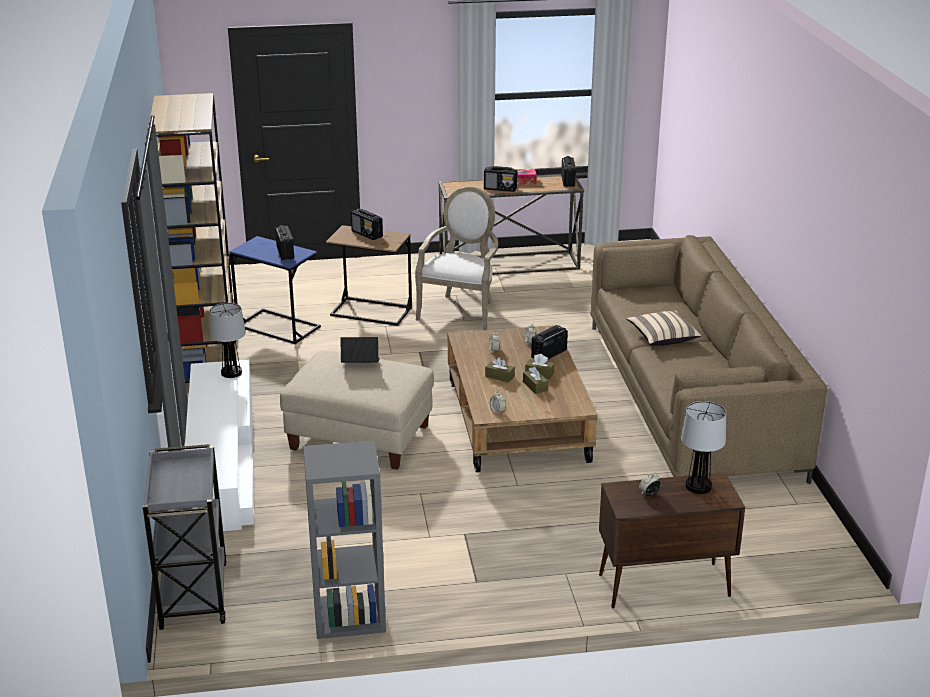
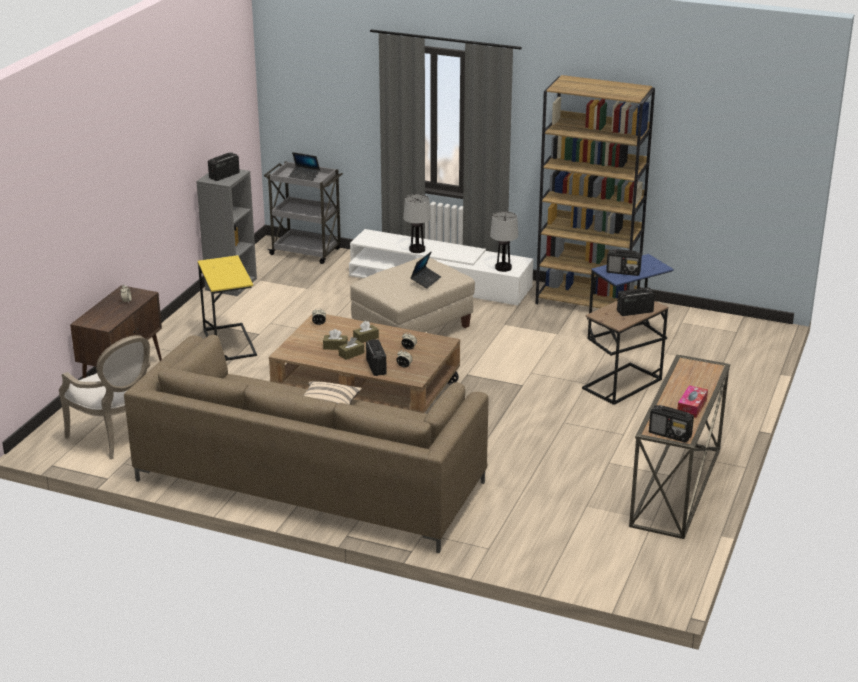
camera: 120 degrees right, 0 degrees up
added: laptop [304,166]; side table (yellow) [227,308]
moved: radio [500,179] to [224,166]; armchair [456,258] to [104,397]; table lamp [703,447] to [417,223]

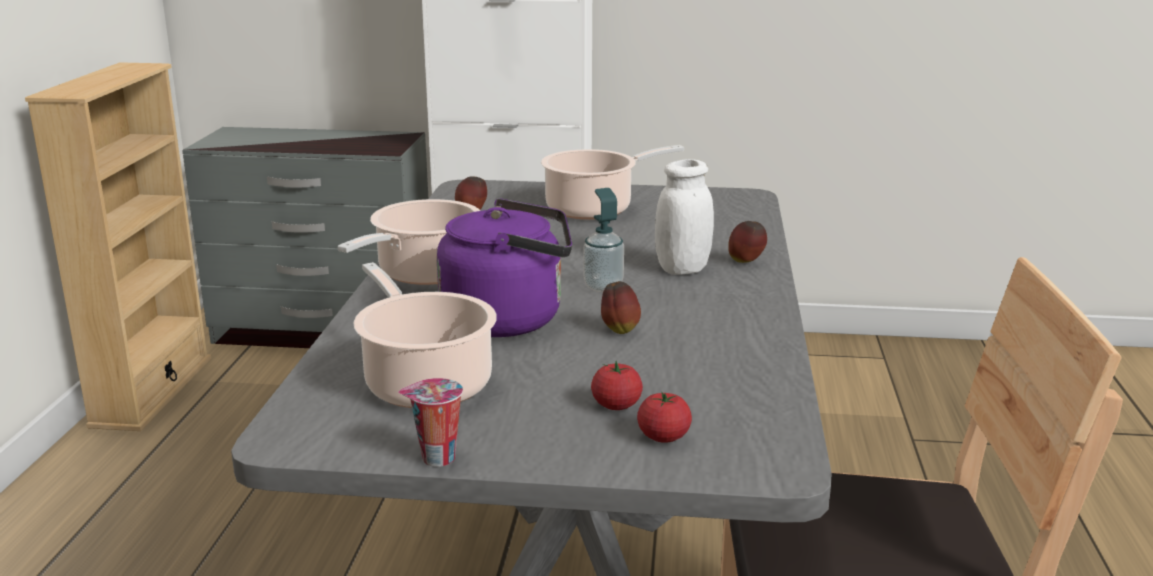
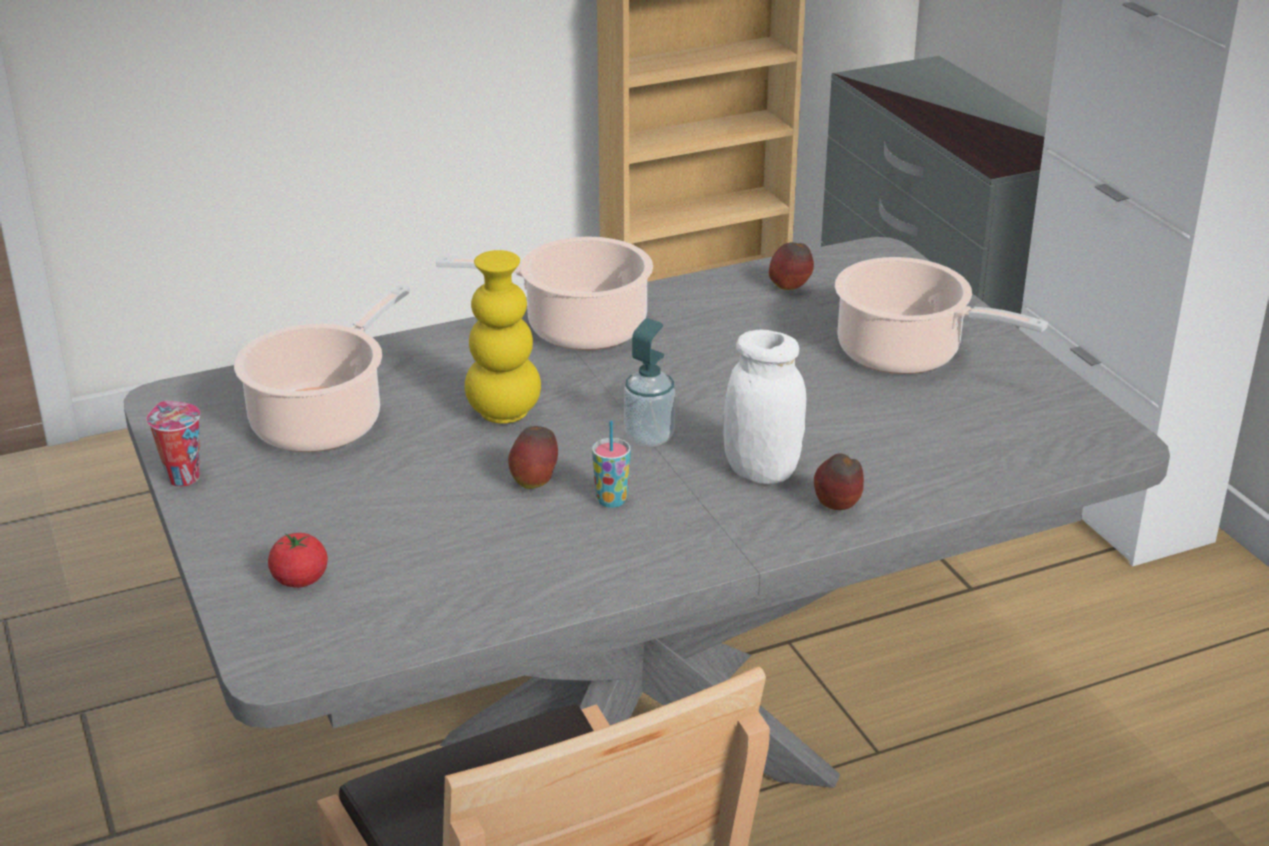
camera: 60 degrees right, 10 degrees up
removed: tomato [617,385]
added: cup [611,464]
replaced: kettle (purple) [504,267] to vase (yellow) [503,337]

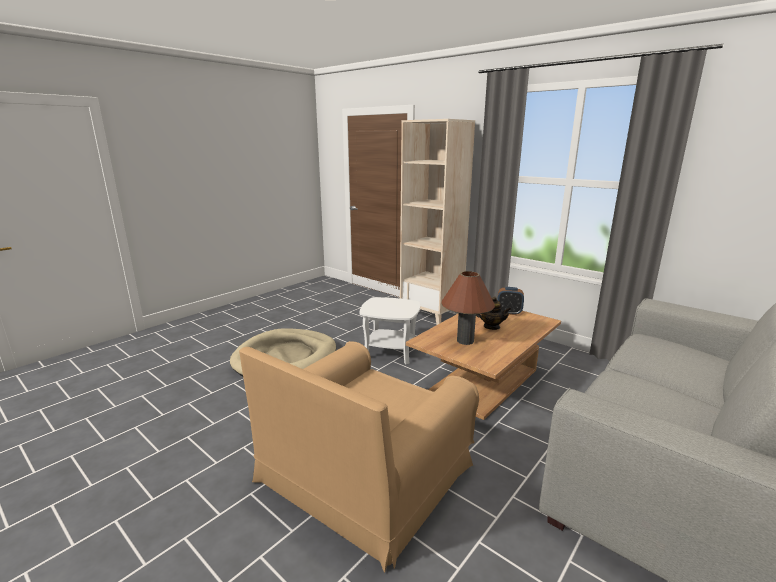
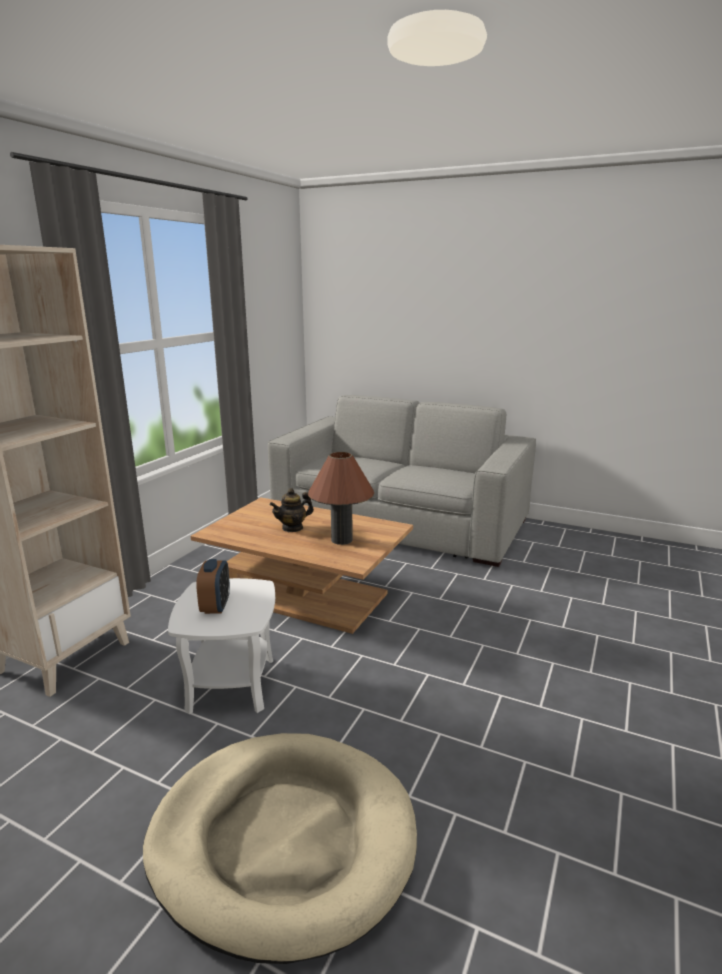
camera: 105 degrees left, 0 degrees up
removed: armchair (brown) [359,457]
moved: alarm clock [510,301] to [213,586]
turned: teapot [493,313] = [292,510] 135 degrees counterclockwise

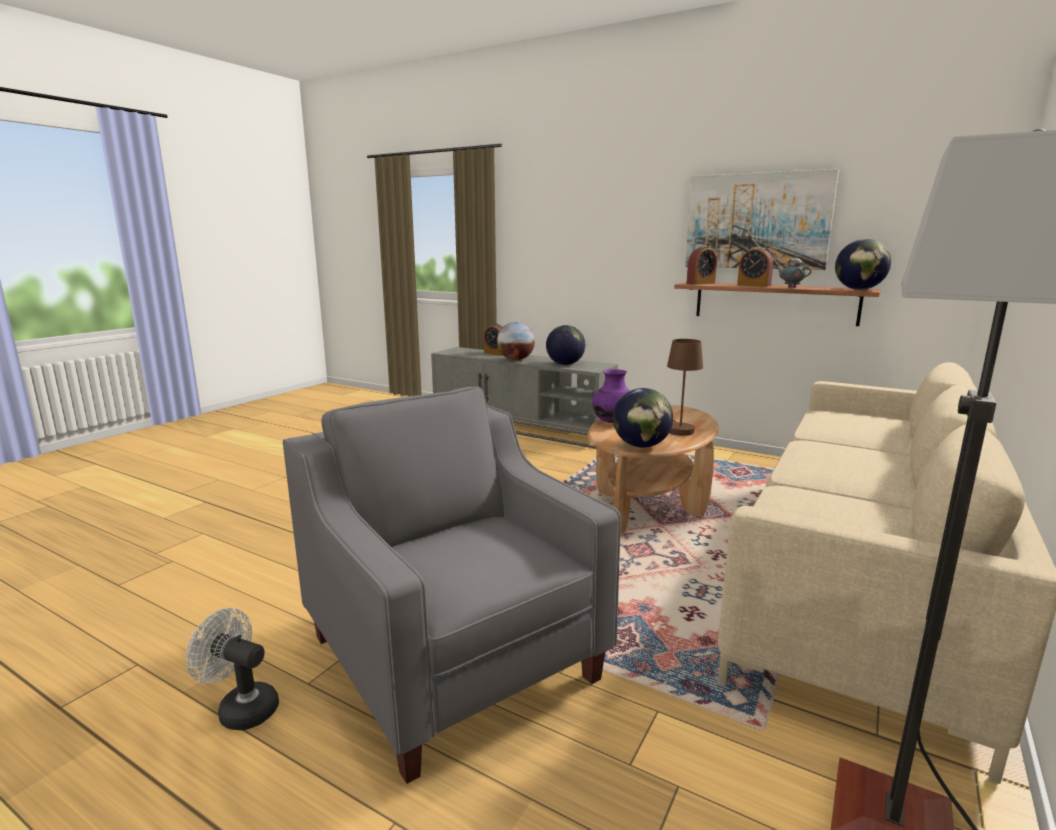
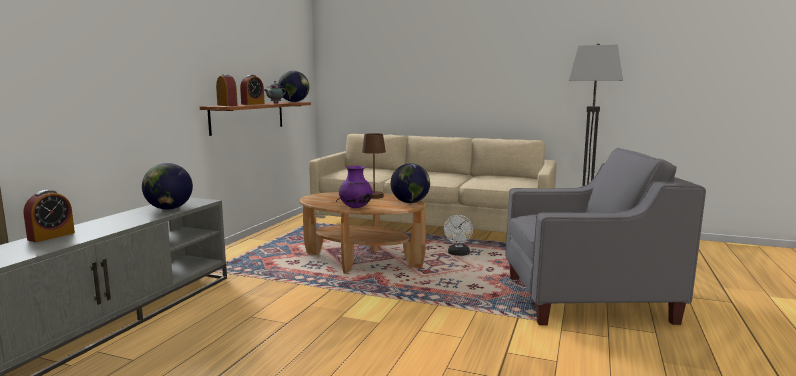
camera: 100 degrees left, 5 degrees down
removed: picture [762,219]; globe [516,341]
moved: fan (white) [232,669] to [458,235]
turned: armchair (grey) [452,585] = [605,236] 135 degrees counterclockwise

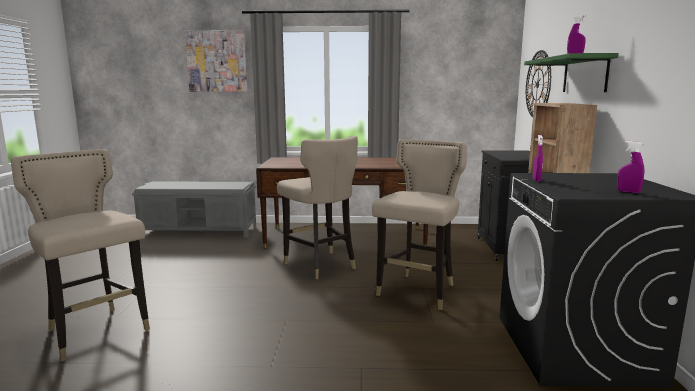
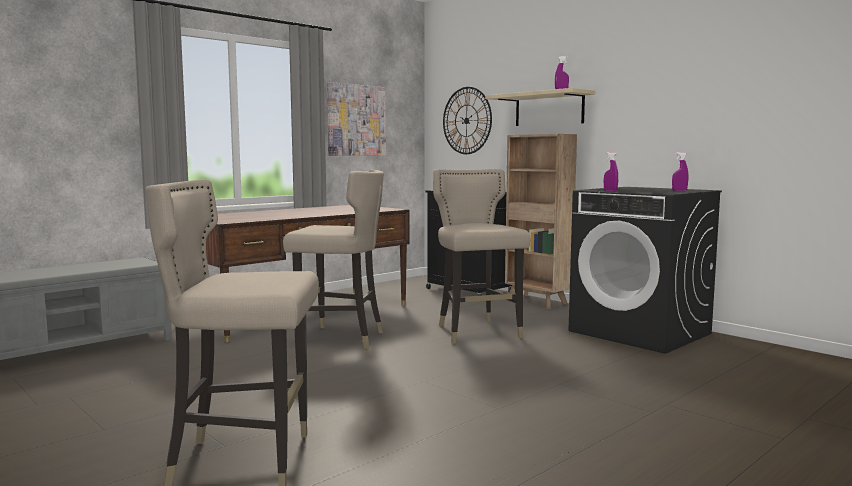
camera: 45 degrees left, 5 degrees down
moved: picture [216,61] to [356,118]
recoloured: shelf (green) [571,72] to shelf (beige) [540,107]

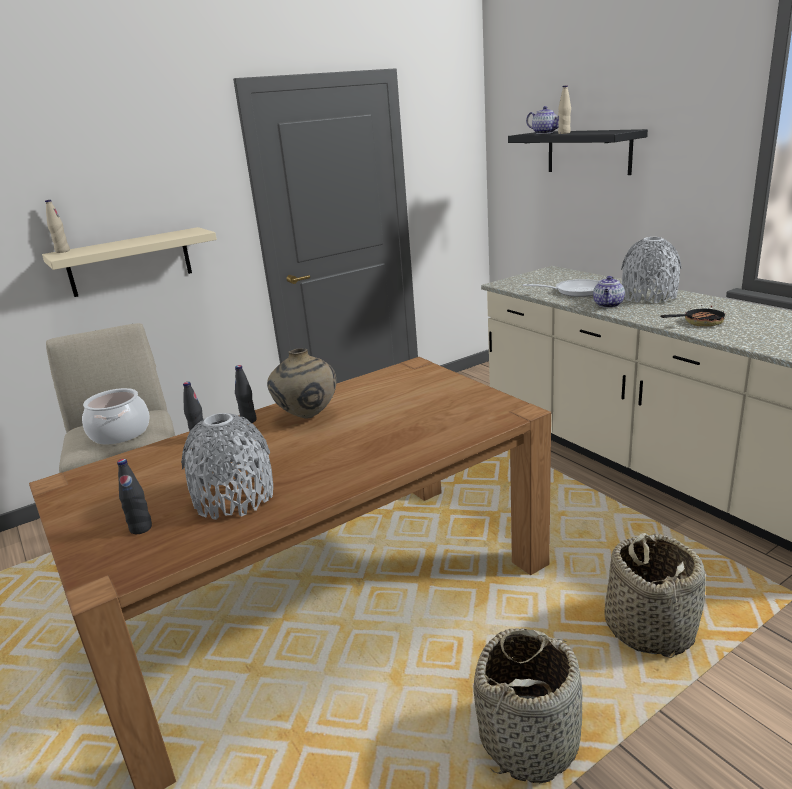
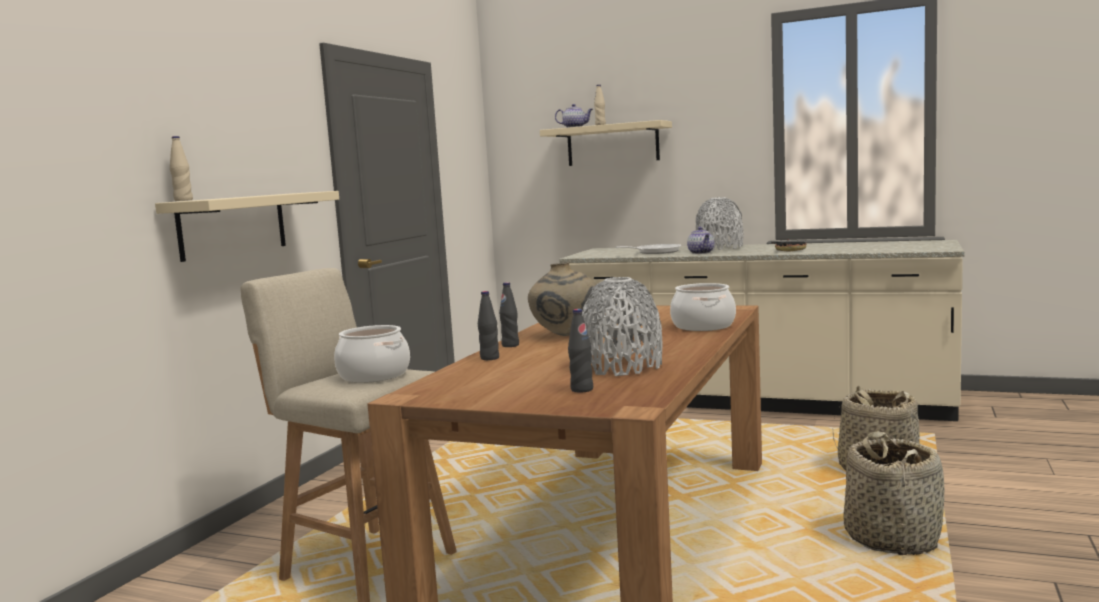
camera: 35 degrees left, 15 degrees down
added: cooking pot [703,307]
recoloured: shelf (black) [578,152] to shelf (beige) [606,143]

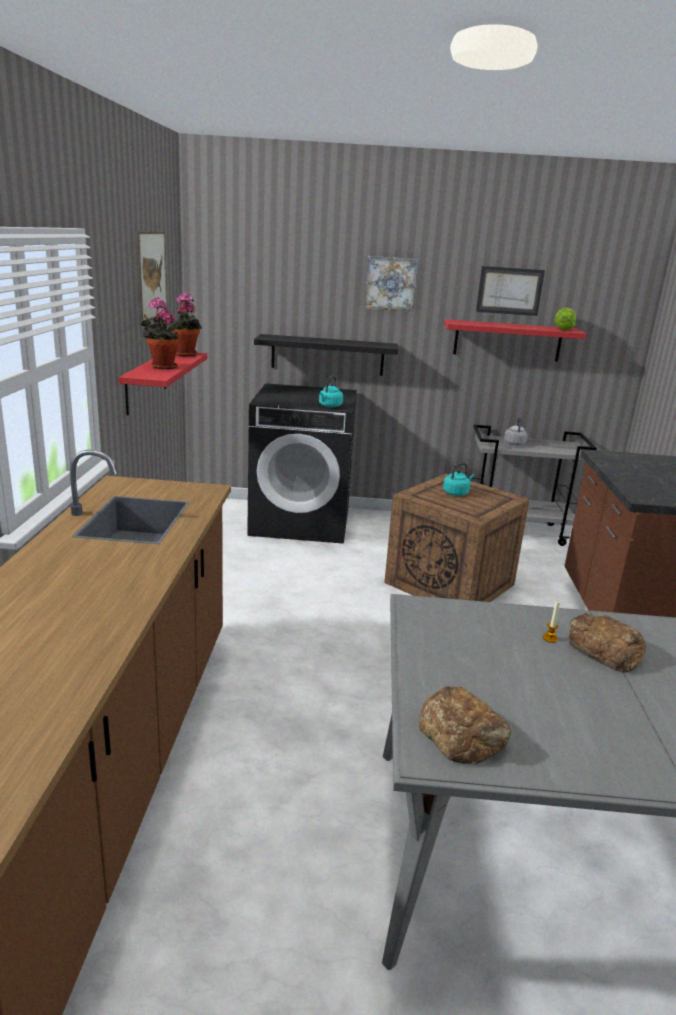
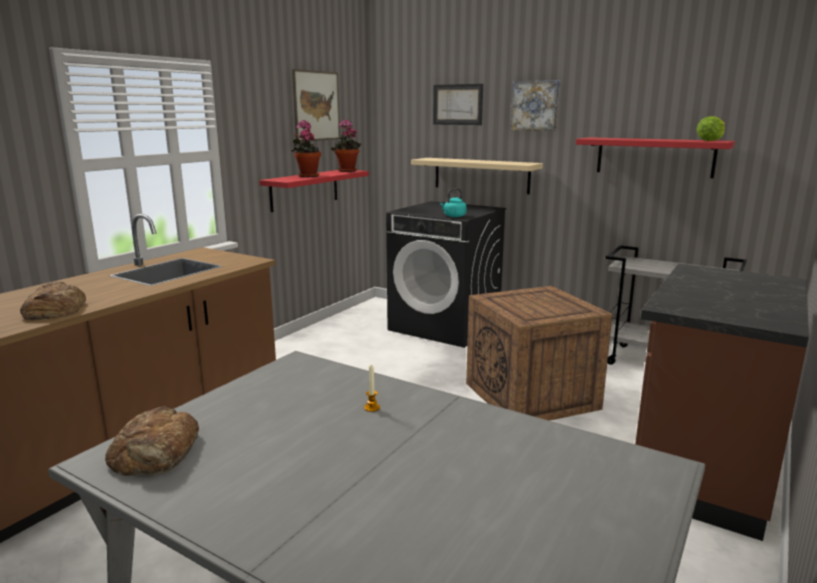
camera: 30 degrees right, 5 degrees down
removed: kettle (grey) [516,431]; kettle (turquoise) [459,479]
moved: picture [510,291] to [458,104]; bread [607,643] to [53,301]
recoloured: shelf (black) [326,355] to shelf (beige) [477,176]

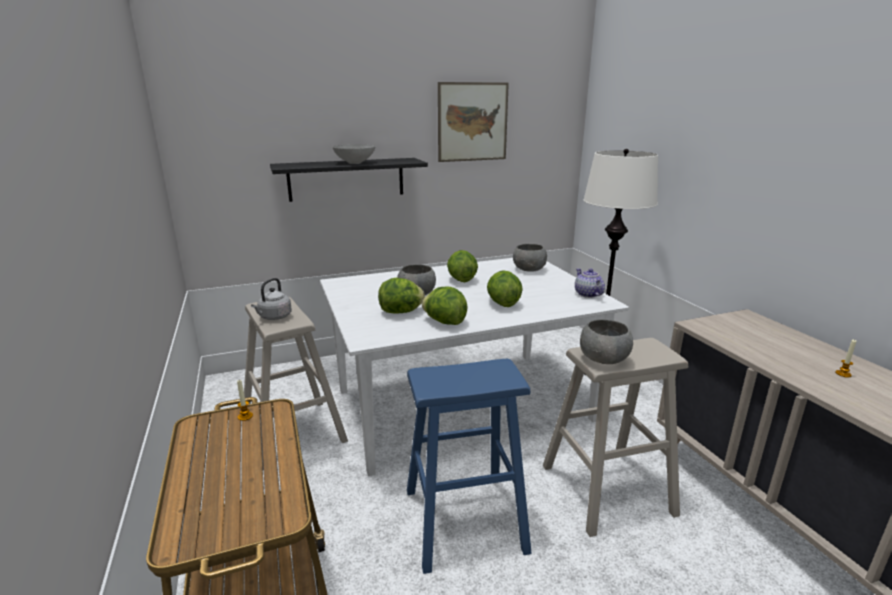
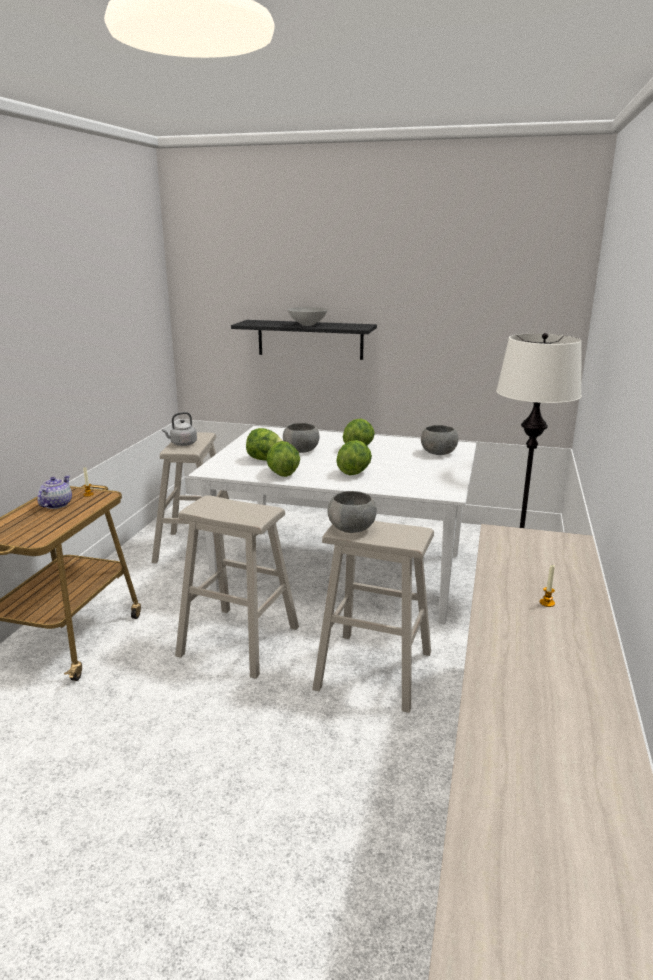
camera: 35 degrees right, 0 degrees up
removed: picture [473,122]
moved: teapot [590,283] to [54,492]
recoloured: stool (blue) [469,466] to stool (beige) [237,587]

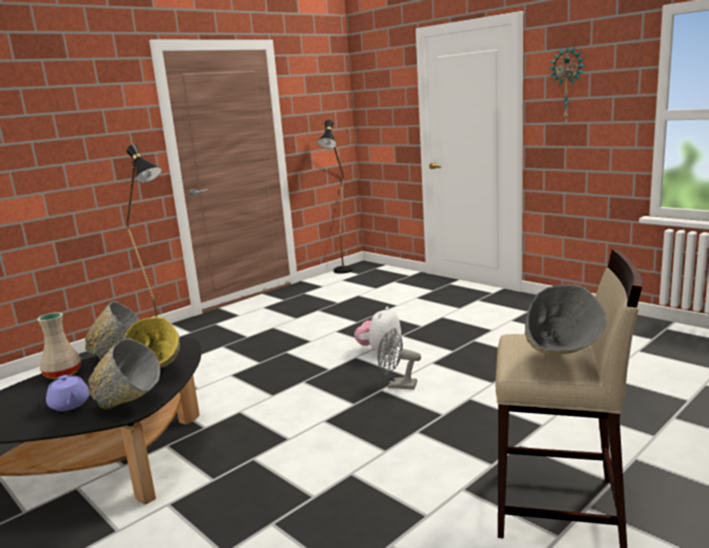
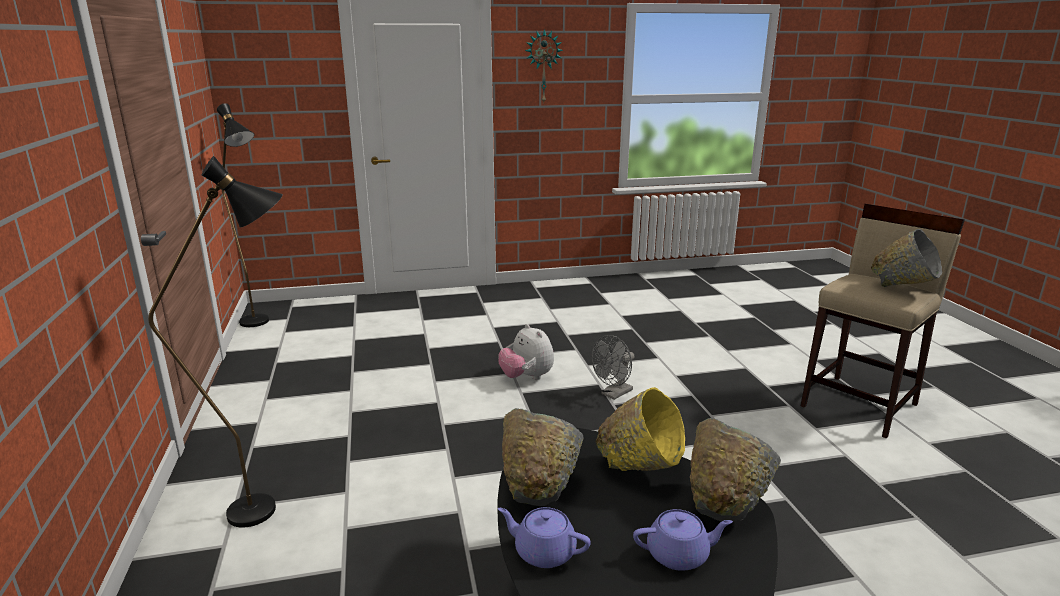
camera: 60 degrees left, 5 degrees up
replaced: vase (beige) [59,345] to teapot (purple) [544,537]

